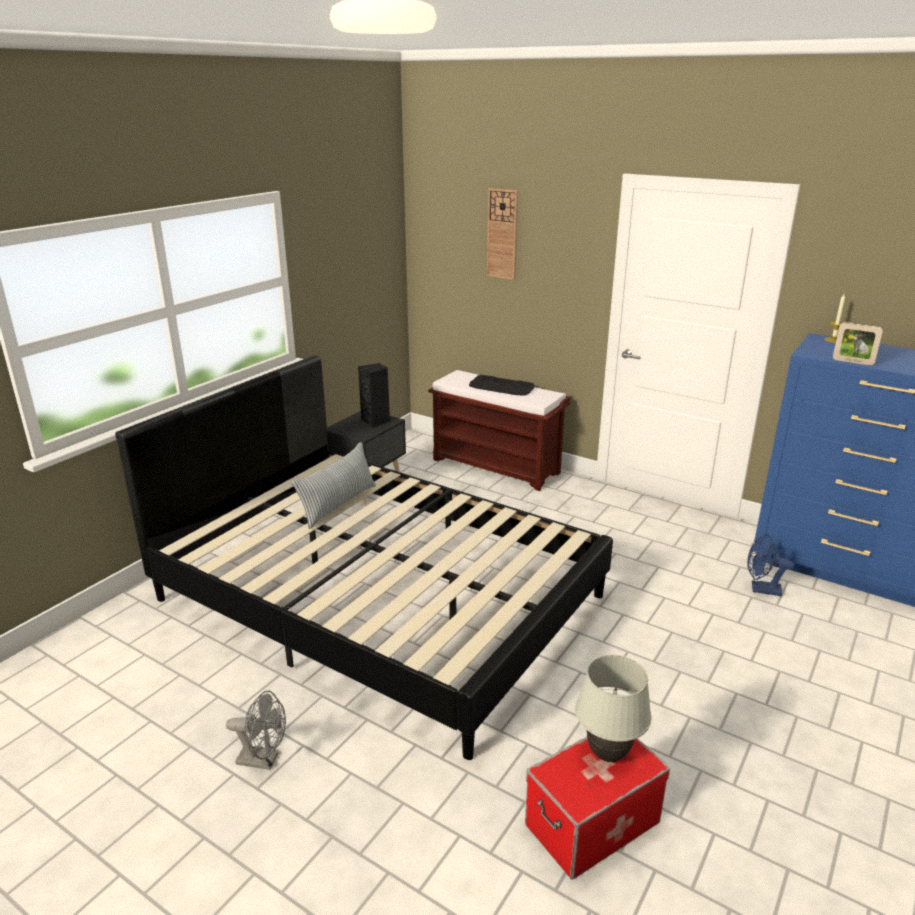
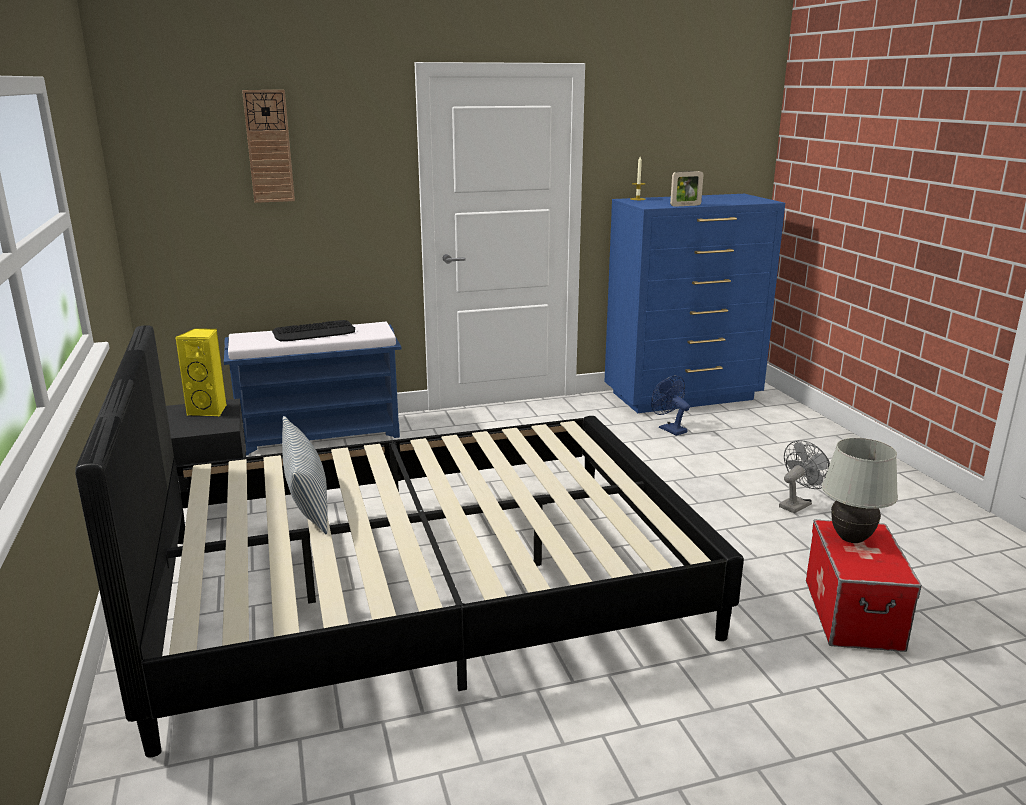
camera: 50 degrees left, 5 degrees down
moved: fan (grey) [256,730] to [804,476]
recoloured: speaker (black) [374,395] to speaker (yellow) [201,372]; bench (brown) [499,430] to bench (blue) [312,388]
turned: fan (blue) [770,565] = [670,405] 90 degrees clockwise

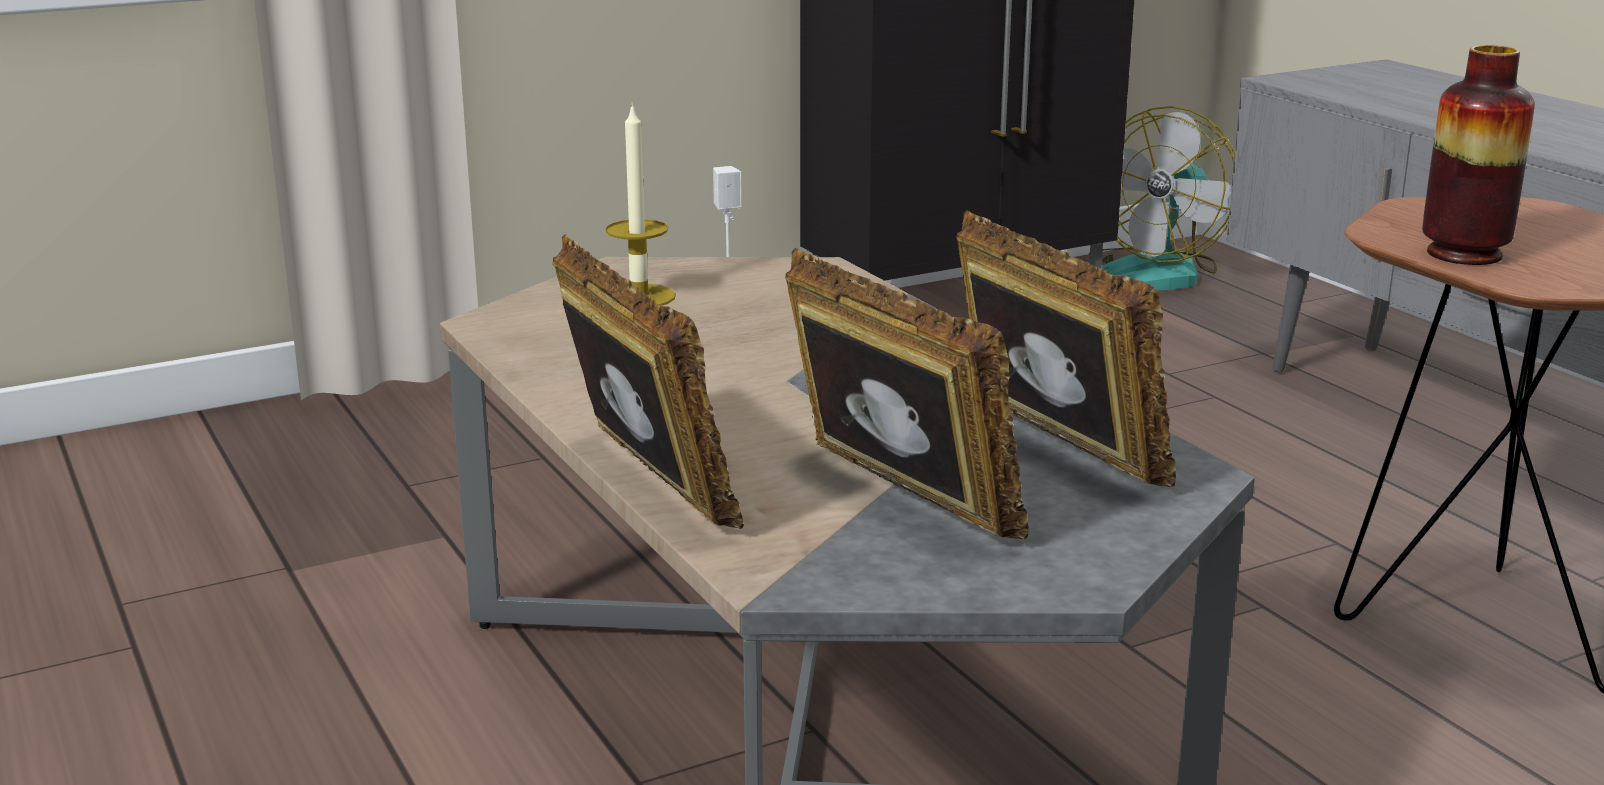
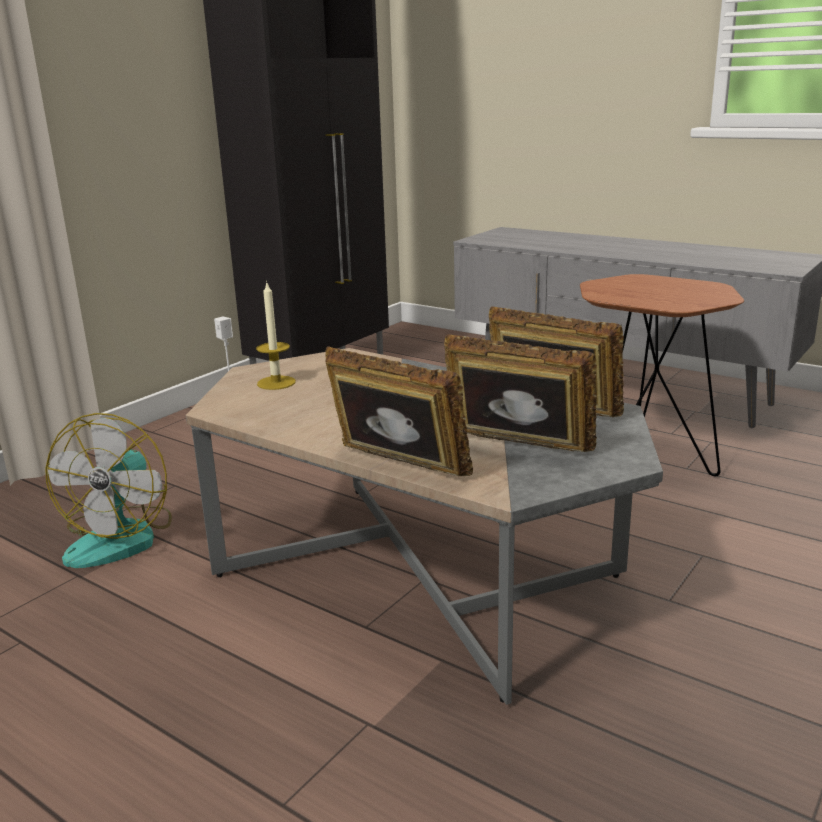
camera: 25 degrees left, 0 degrees up
removed: vase [1478,155]
moved: fan [1162,198] to [108,490]

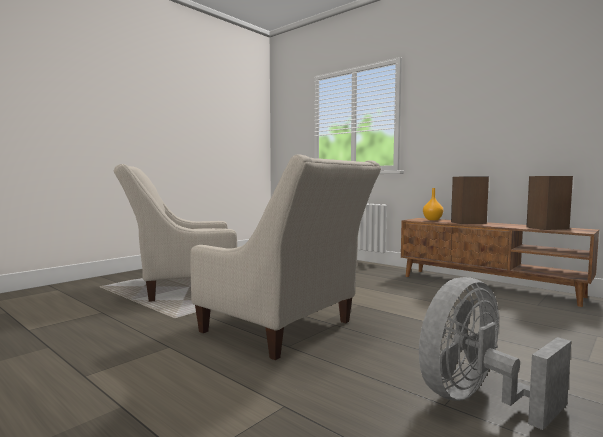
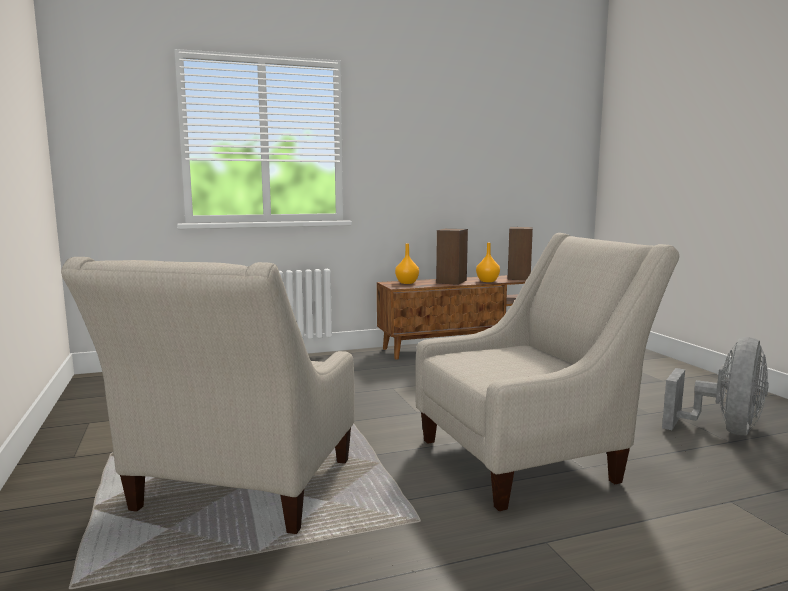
camera: 60 degrees left, 5 degrees up
added: vase (orange) [488,262]
turned: fan (grey) [495,353] = [715,386] 135 degrees counterclockwise

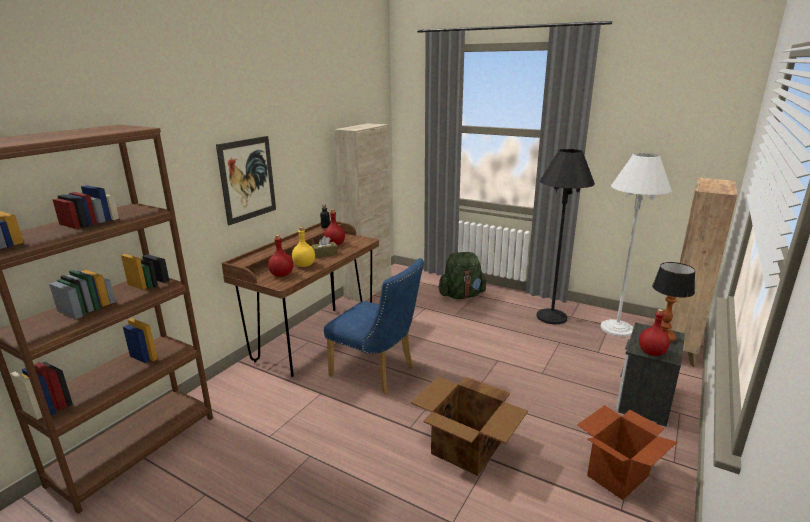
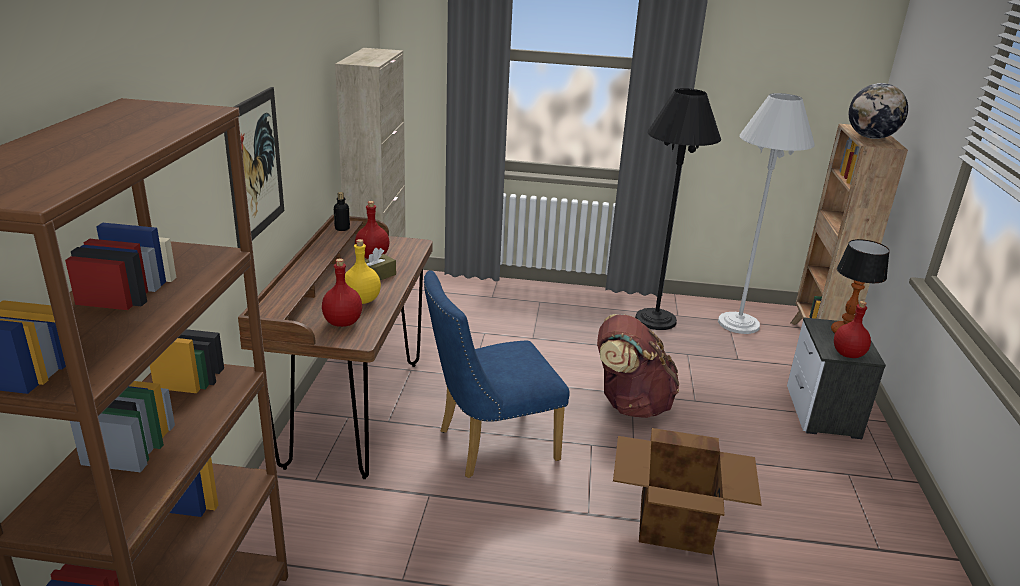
camera: 25 degrees left, 5 degrees up
removed: backpack (green) [463,275]; cardboard box [627,452]
added: globe [878,111]; backpack (brown) [638,366]
turned: chair (blue) [374,326] = [497,374] 150 degrees clockwise

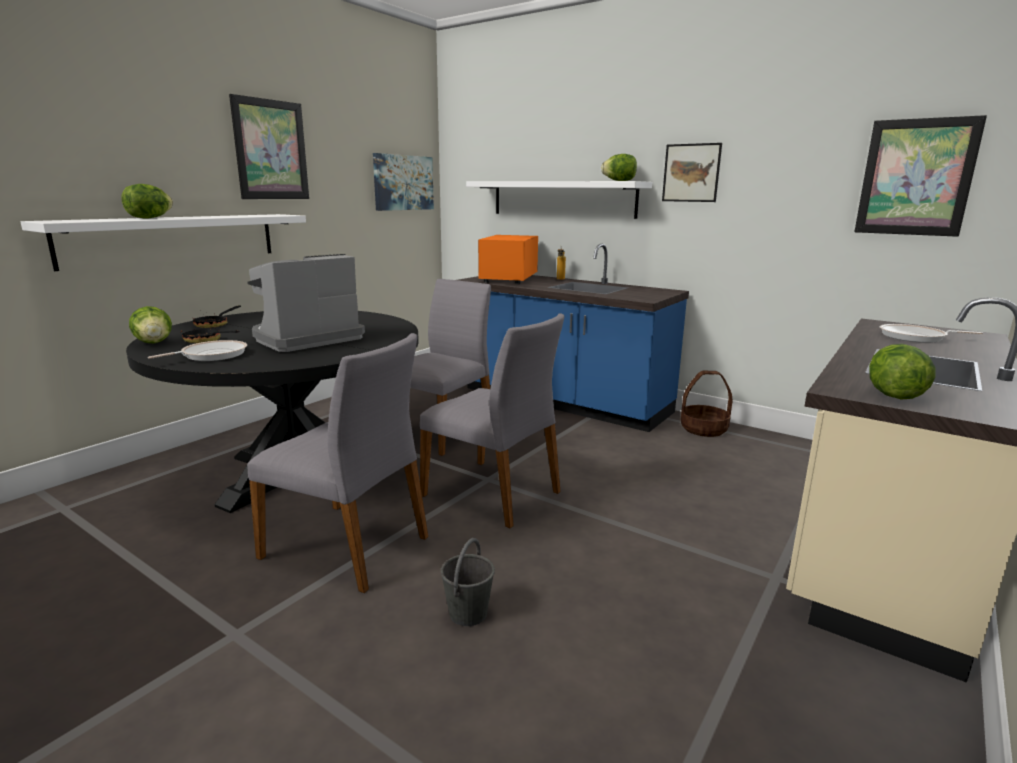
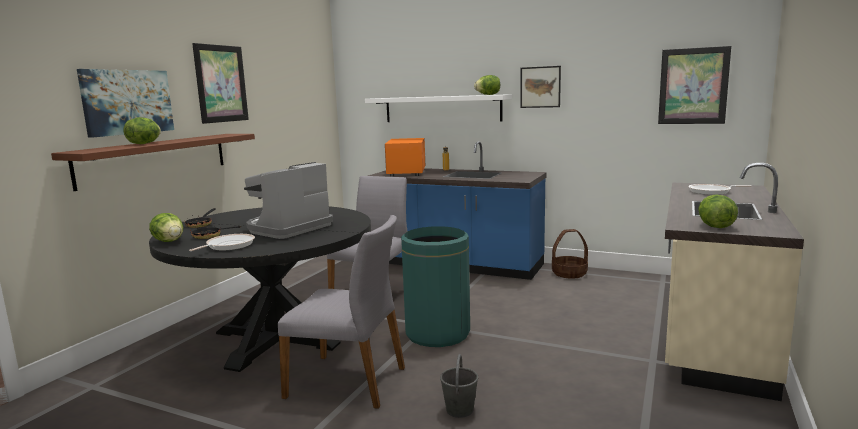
camera: 10 degrees left, 5 degrees down
moved: picture [403,182] to [125,103]
replaced: chair (grey) [492,420] to trash can (green) [435,286]
recoloured: shelf (white) [163,242] to shelf (brown) [153,162]

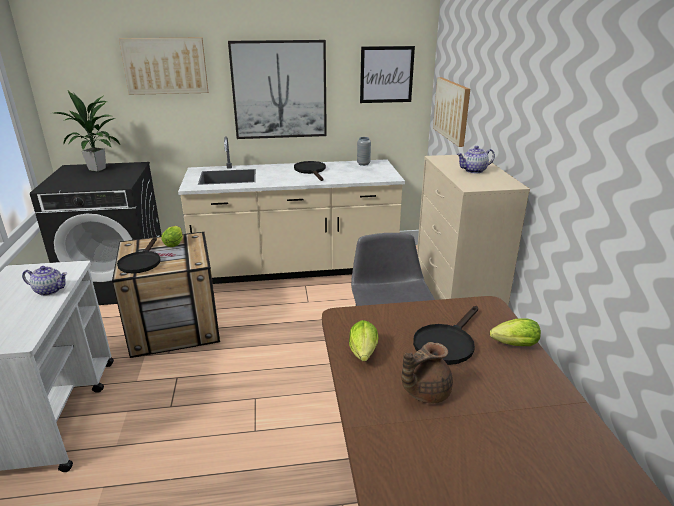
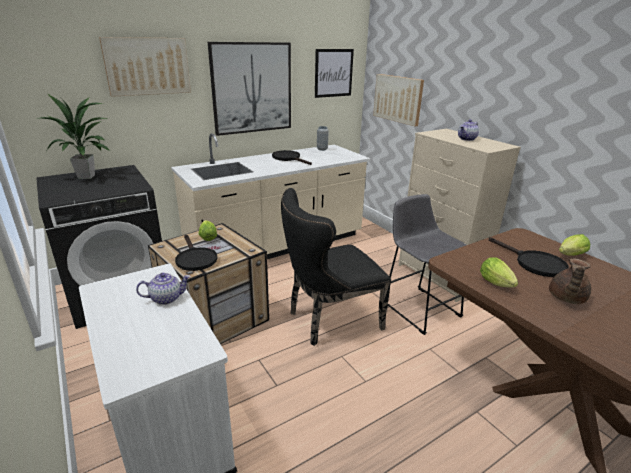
camera: 25 degrees left, 0 degrees up
added: chair (black) [336,267]
turned: frying pan (black) [445,335] = [529,257] 45 degrees counterclockwise

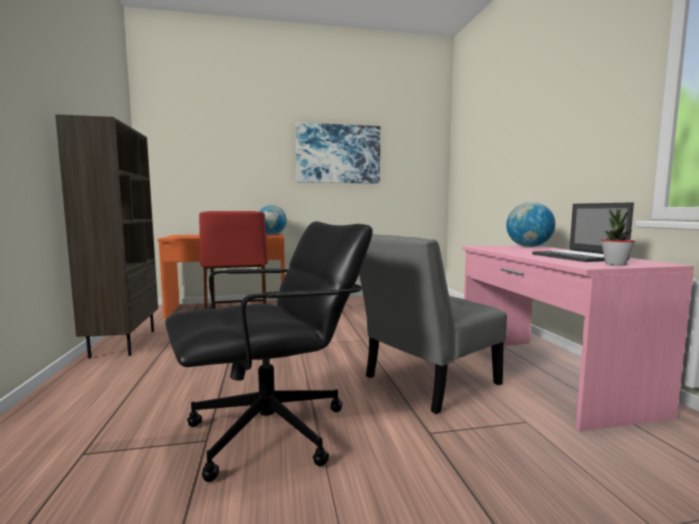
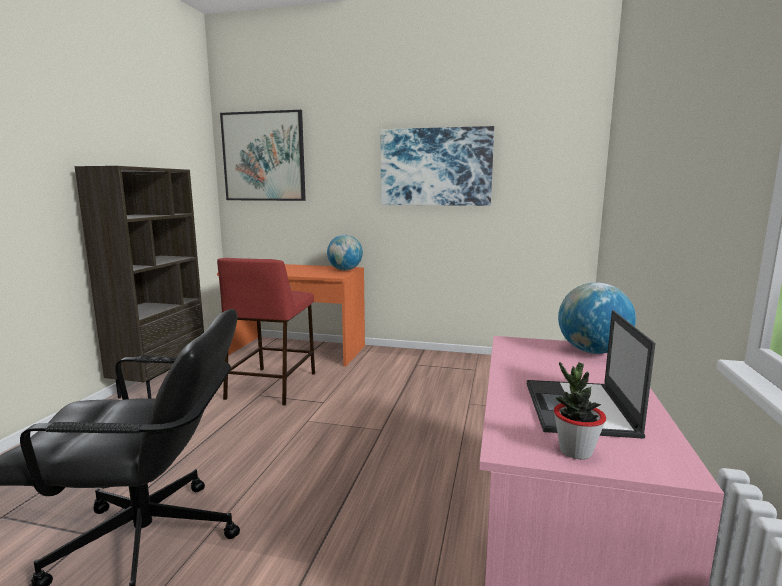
camera: 25 degrees right, 5 degrees up
removed: chair (grey) [433,324]
added: picture [263,155]

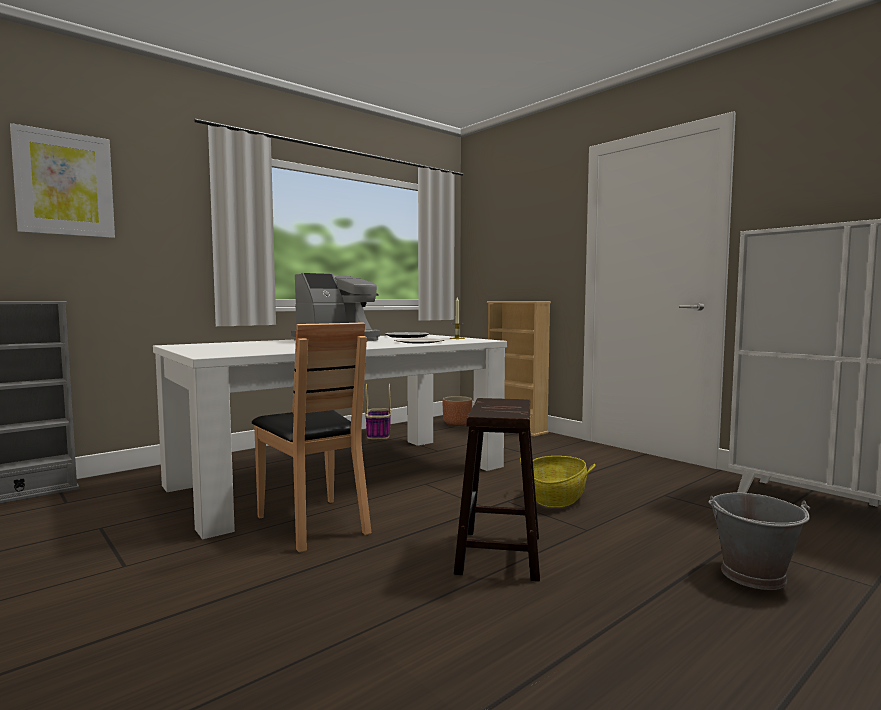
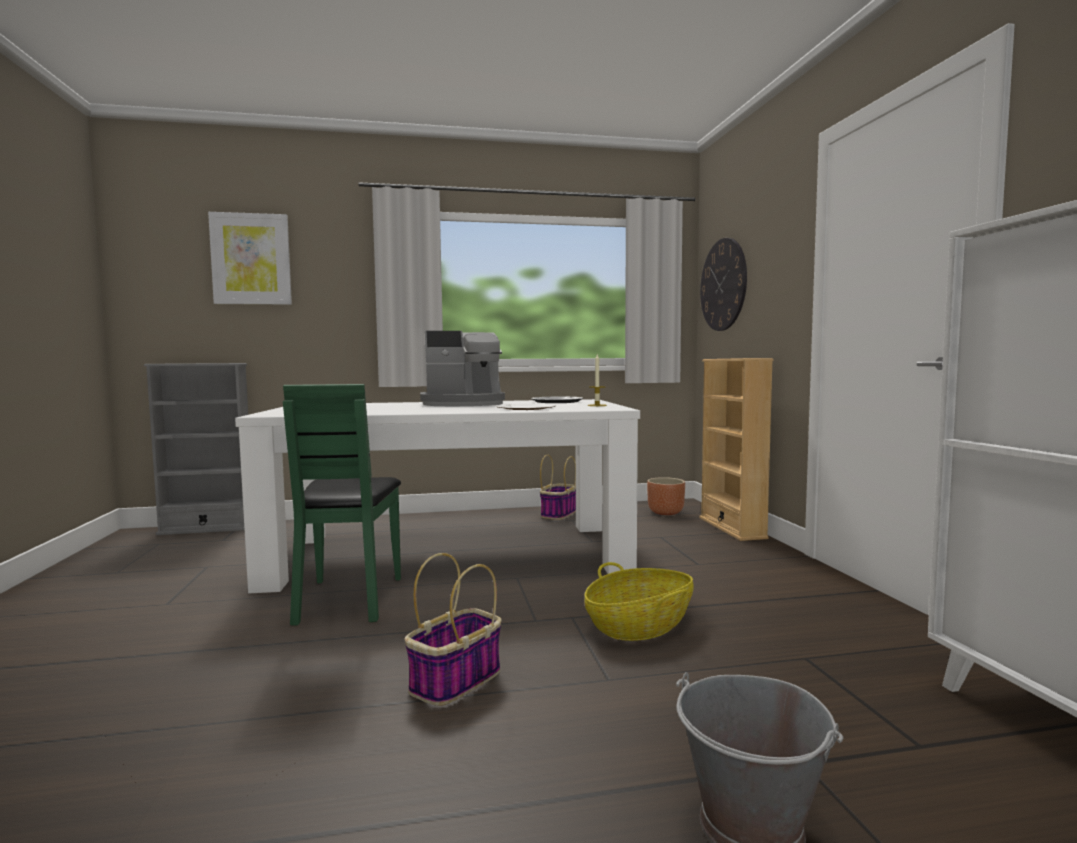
camera: 30 degrees right, 0 degrees up
added: wall clock [723,284]
replaced: stool (brown) [497,489] to basket [453,629]
recoloured: chair (brown) [311,437] to chair (green) [342,504]

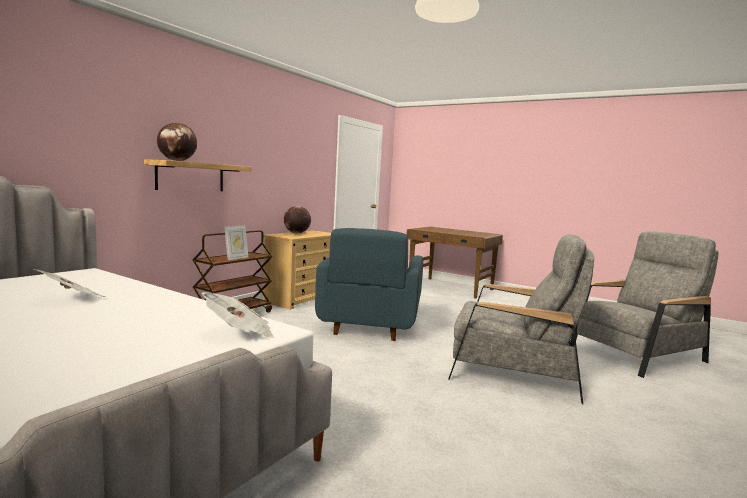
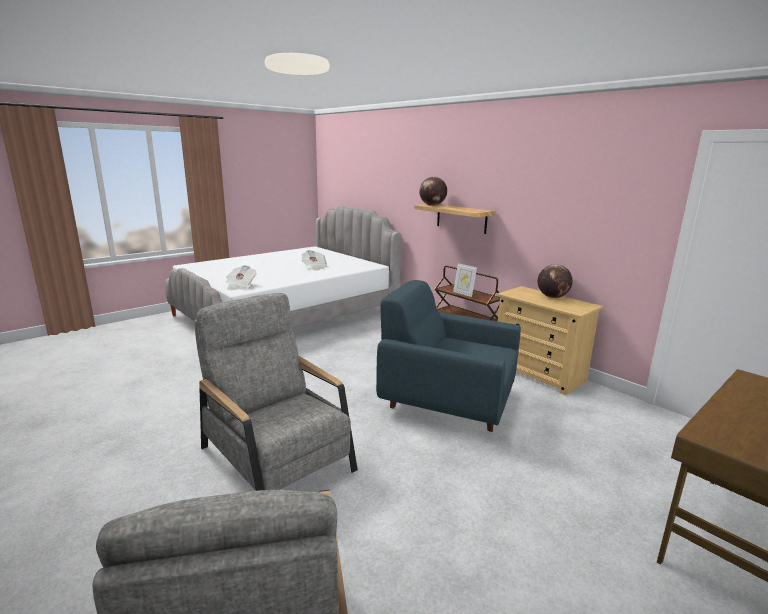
camera: 105 degrees right, 10 degrees up
turned: armchair (grey) [521,319] = [276,392] 105 degrees clockwise

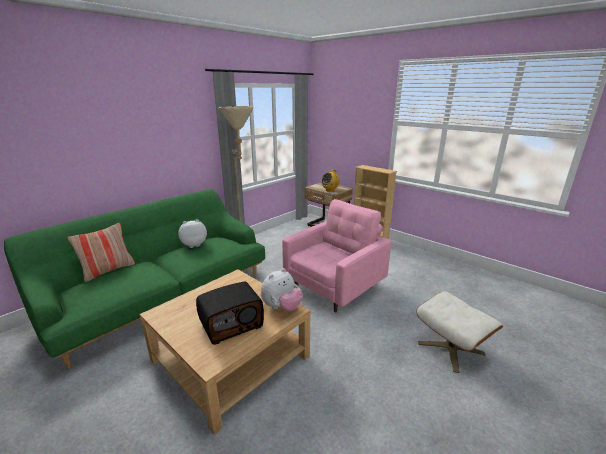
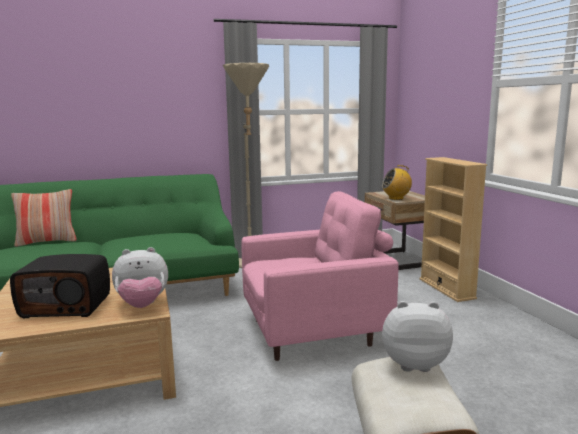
camera: 30 degrees right, 10 degrees down
moved: plush toy [192,233] to [417,336]

